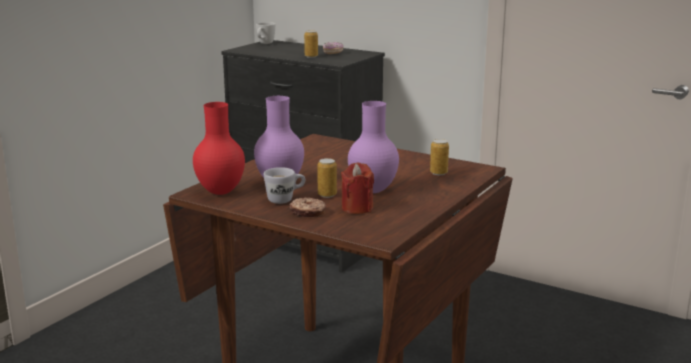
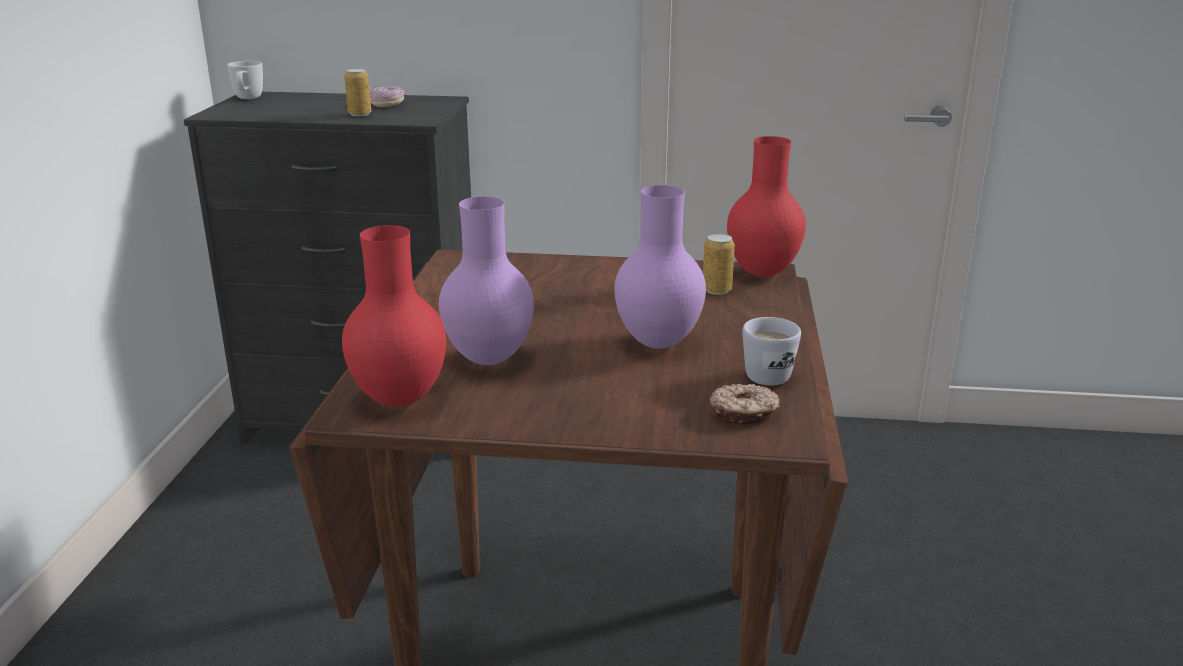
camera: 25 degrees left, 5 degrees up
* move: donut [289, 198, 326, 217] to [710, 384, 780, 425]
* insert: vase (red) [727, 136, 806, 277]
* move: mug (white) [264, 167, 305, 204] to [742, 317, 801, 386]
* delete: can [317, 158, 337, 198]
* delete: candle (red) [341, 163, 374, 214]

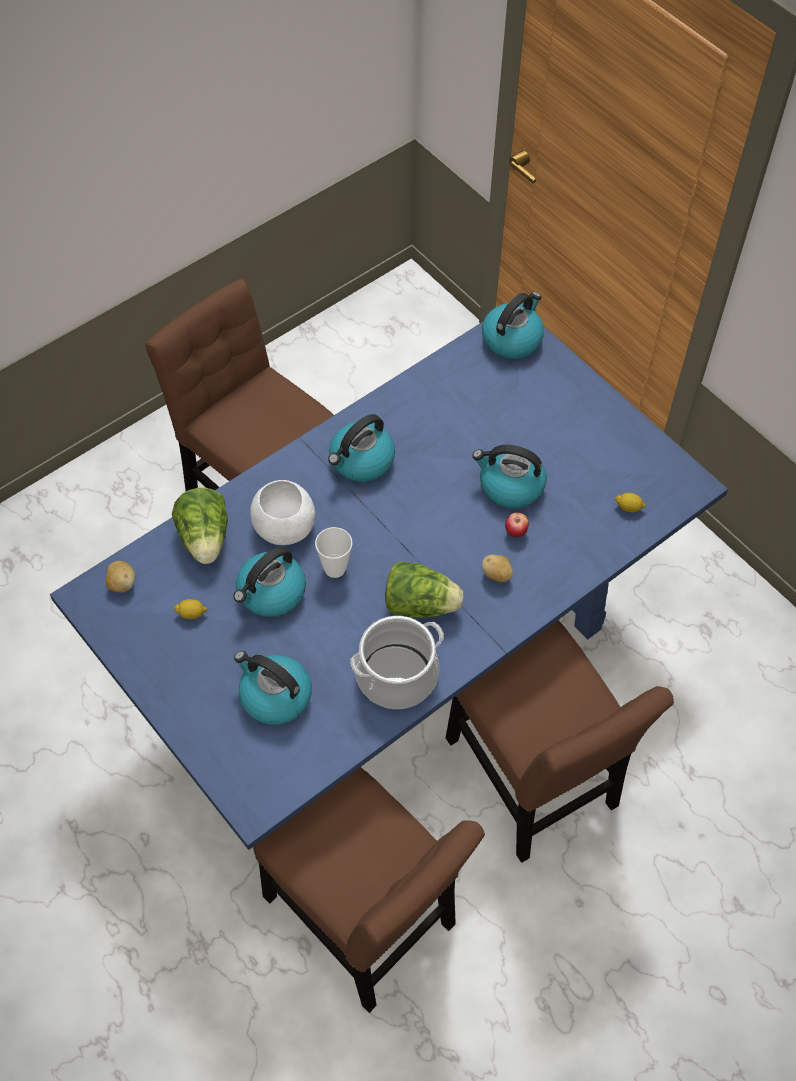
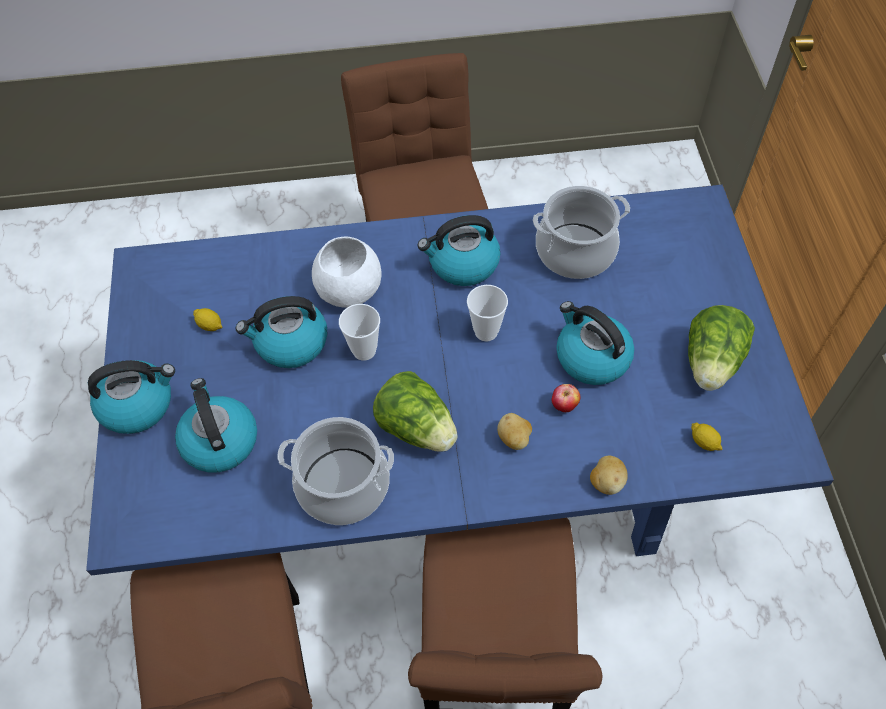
camera: 35 degrees right, 0 degrees up
* move: kettle [482, 292, 544, 359] to [88, 360, 175, 434]
* insert: cup [467, 285, 508, 341]
* insert: cooking pot [533, 186, 630, 279]
* move: potato [105, 561, 135, 593] to [590, 456, 628, 495]
* move: lettuce [172, 488, 228, 564] to [688, 305, 755, 391]

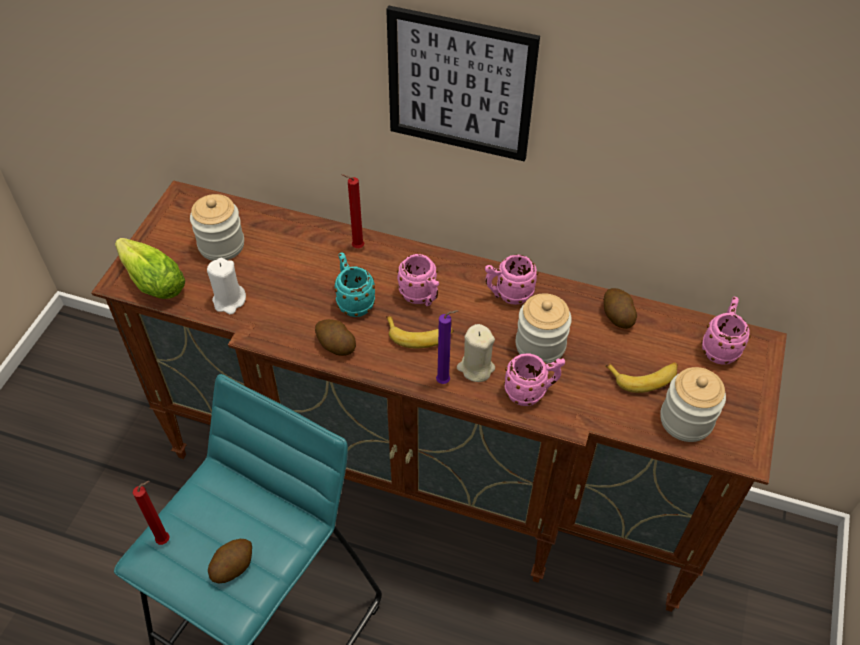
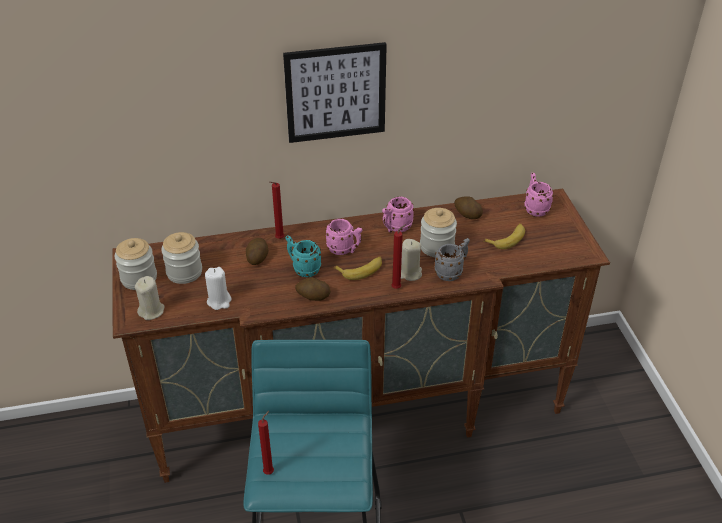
camera: 30 degrees left, 10 degrees down
* move: jar [660, 367, 726, 442] to [115, 238, 157, 290]
* replace: lettuce [115, 238, 185, 299] to candle (beige) [135, 276, 164, 320]
* move: potato [208, 539, 252, 583] to [246, 238, 268, 265]
* recolor: candle (purple) [436, 310, 458, 384] to candle (red) [392, 224, 406, 289]
* recolor: mug (pink) [504, 353, 565, 406] to mug (grey) [434, 238, 470, 281]

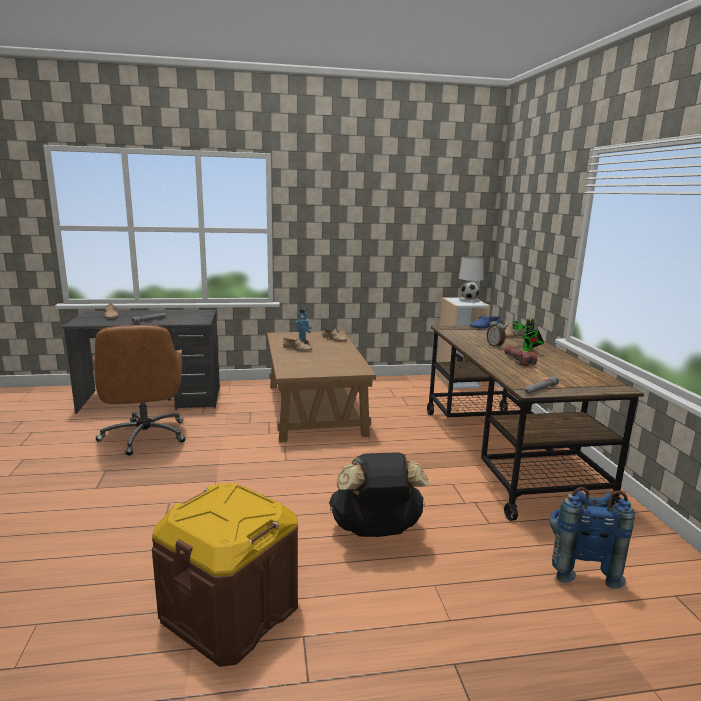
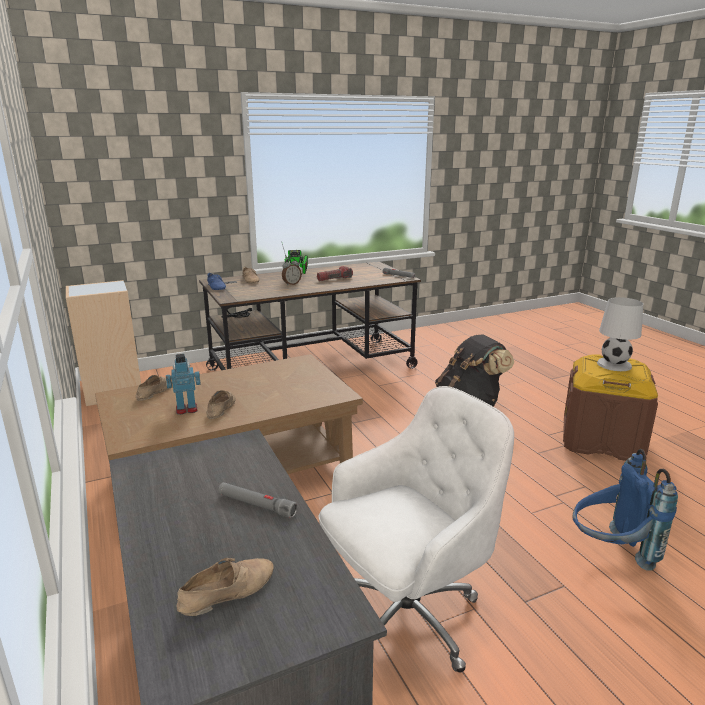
camera: 105 degrees left, 5 degrees up
* recolor: office chair (brown) [92, 325, 185, 455] to office chair (white) [319, 386, 514, 672]
* move: backpack (blue) [550, 487, 635, 589] to [573, 449, 678, 571]
* move: table lamp (white) [459, 257, 484, 303] to [597, 297, 643, 371]

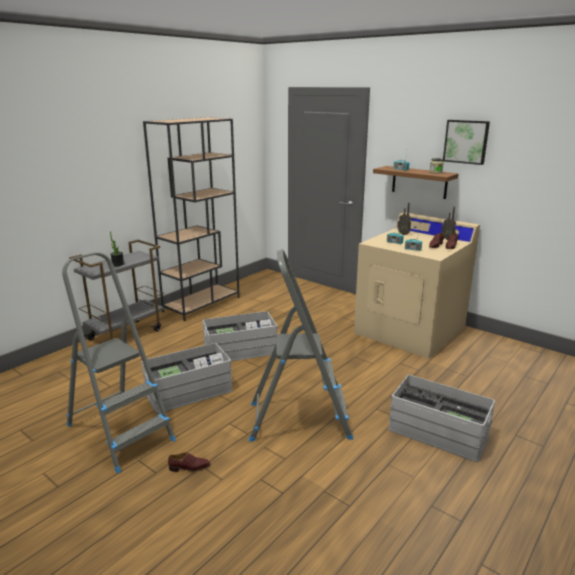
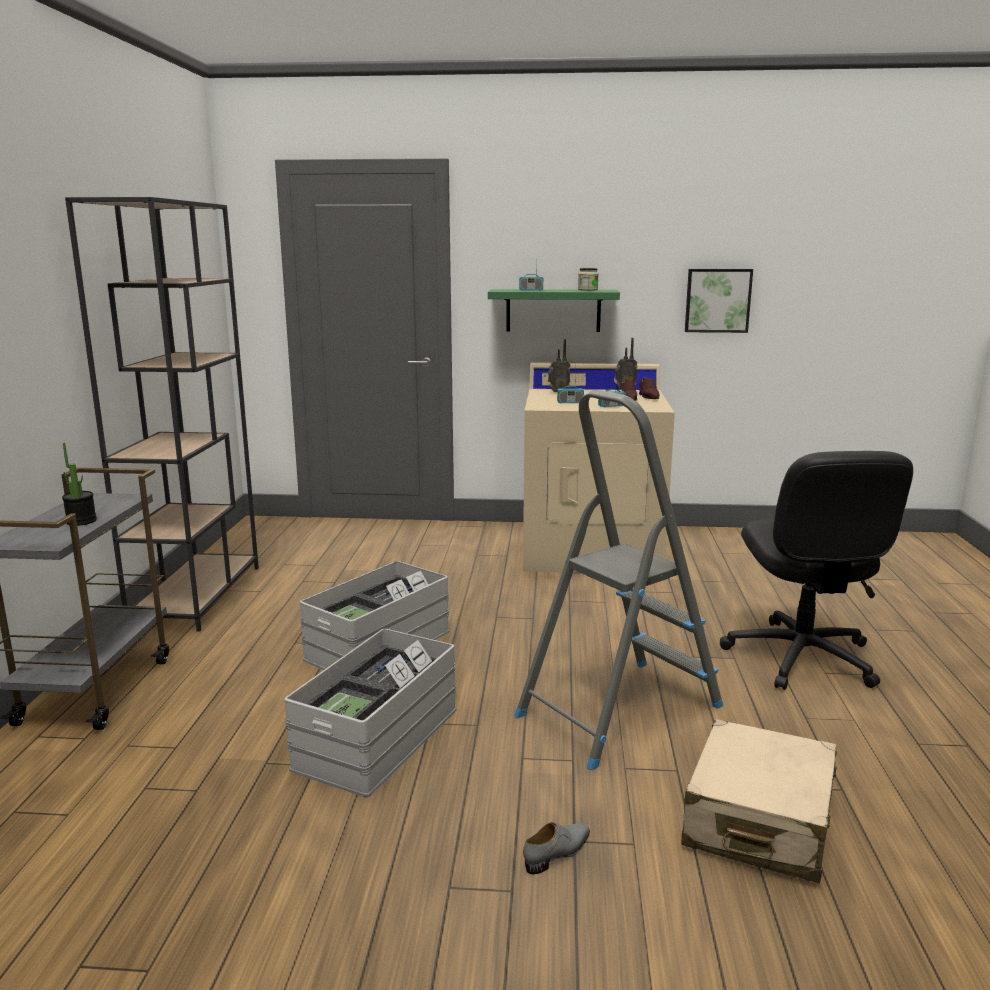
camera: 35 degrees left, 5 degrees down
* recolor: shelf (brown) [373, 166, 458, 199] to shelf (green) [488, 289, 620, 332]
* recolor: shoe (brown) [168, 452, 210, 472] to shoe (grey) [523, 822, 590, 874]
* insert: suitcase (beige) [681, 719, 837, 883]
* move: picture [443, 120, 490, 165] to [685, 269, 753, 333]
* replace: storage box (grey) [388, 375, 495, 462] to office chair (black) [720, 451, 913, 690]
* delete: step ladder (grey) [62, 252, 176, 473]

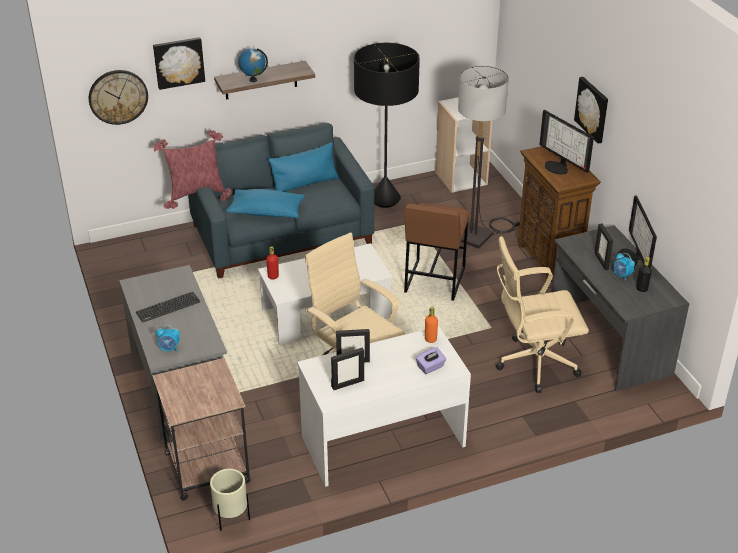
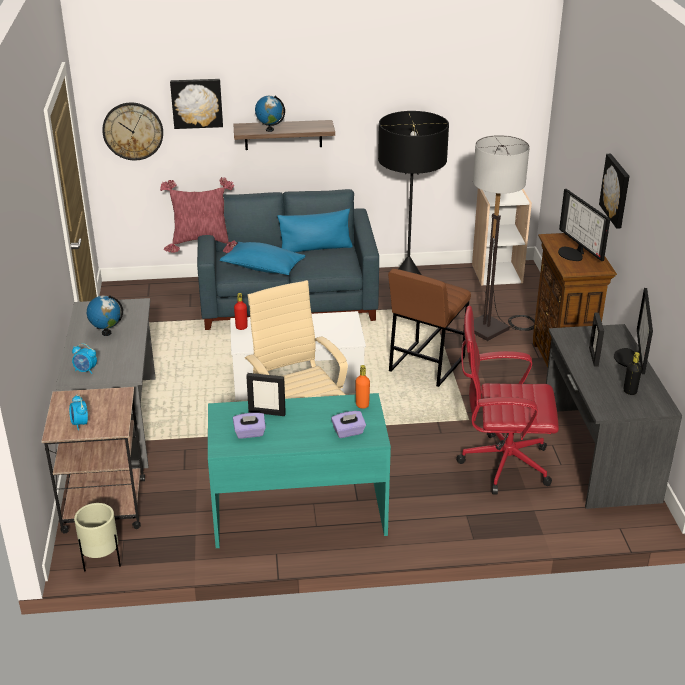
camera: 15 degrees right, 5 degrees down
* move: alarm clock [613, 253, 635, 281] to [69, 395, 88, 430]
* replace: keyboard [136, 292, 200, 322] to globe [87, 295, 123, 336]
* recolor: desk (white) [297, 326, 471, 487] to desk (turquoise) [208, 393, 391, 548]
* replace: picture frame [331, 348, 364, 390] to tissue box (purple) [233, 413, 266, 439]
* recolor: office chair (beige) [496, 236, 589, 393] to office chair (red) [456, 306, 559, 495]

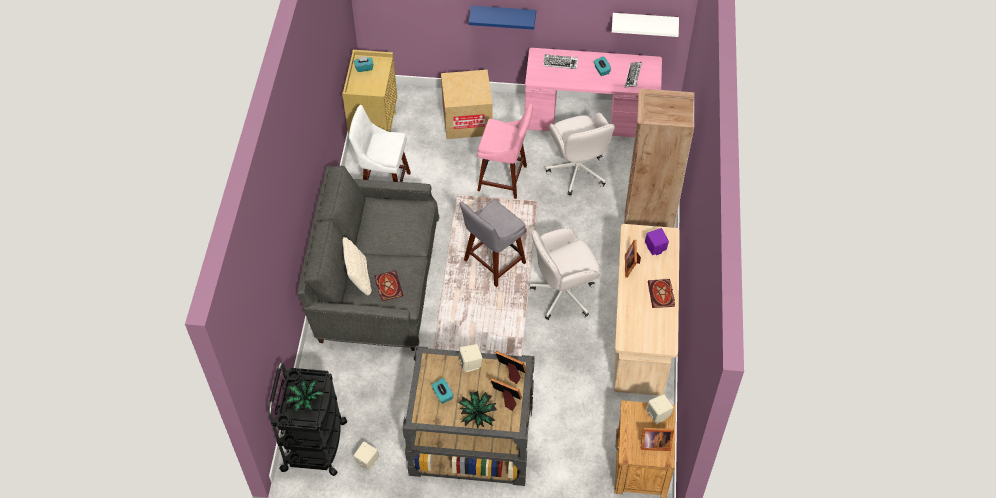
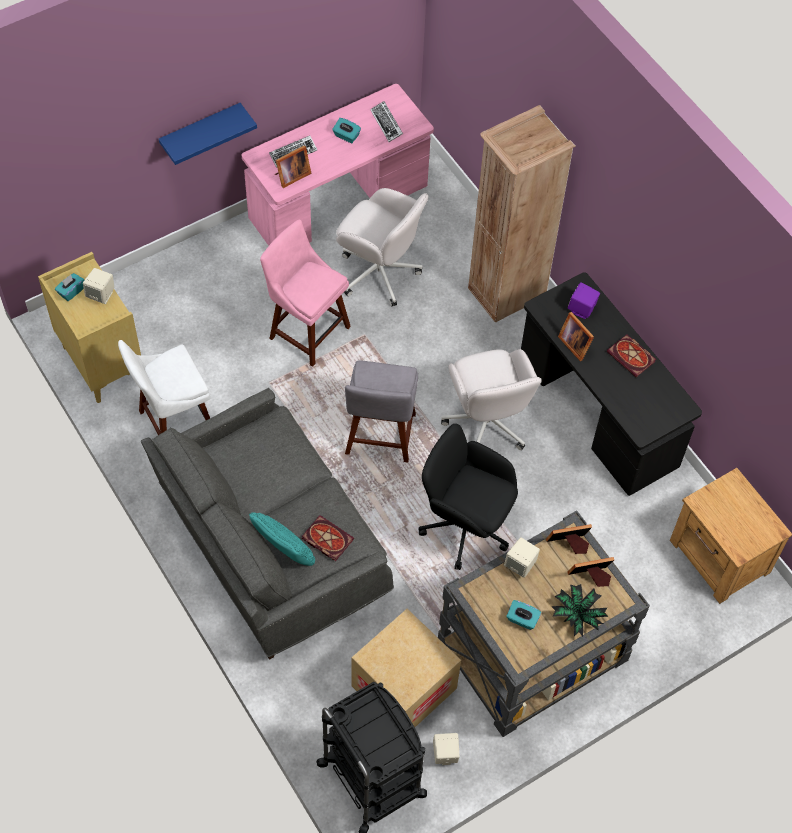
camera: 40 degrees left, 5 degrees up
* move: speaker (beige) [646, 394, 674, 424] to [83, 268, 115, 304]
* recolor: pillow (beige) [342, 237, 371, 296] to pillow (turquoise) [249, 513, 315, 566]
* rotate: chair (pink) [477, 104, 533, 199] = [260, 219, 351, 367] 120 degrees counterclockwise
* move: picture frame [641, 428, 674, 451] to [275, 145, 311, 188]
* move: cardboard box [441, 70, 493, 139] to [351, 609, 461, 727]
* insert: office chair (black) [418, 424, 518, 570]
* rotate: office chair (white) [530, 228, 600, 320] = [441, 349, 541, 450] 45 degrees counterclockwise
* recolor: desk (beige) [614, 224, 680, 396] to desk (black) [521, 272, 702, 496]
* delete: potted plant [283, 378, 326, 414]
* delete: shelf (white) [612, 13, 679, 37]

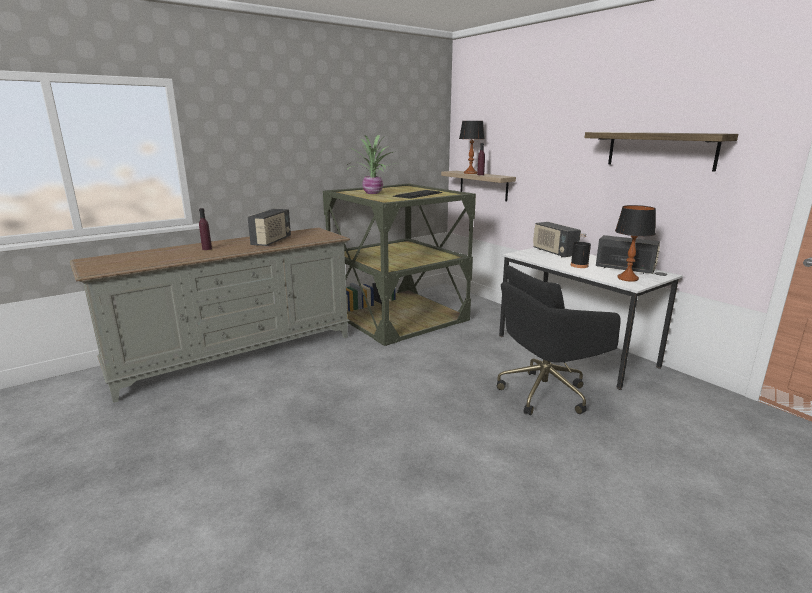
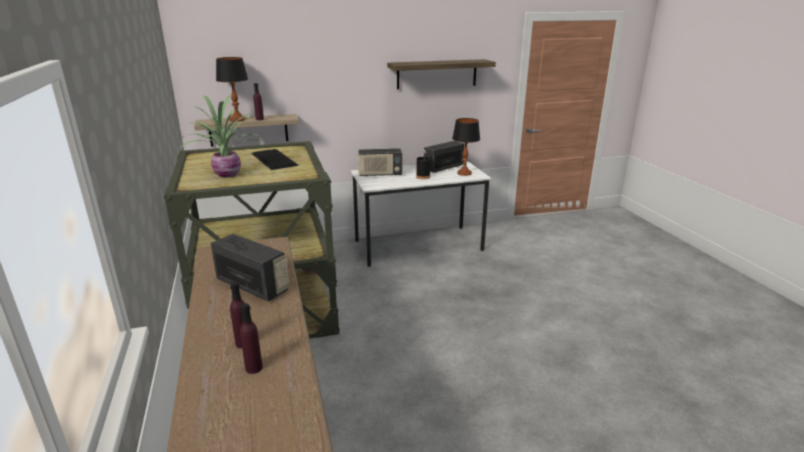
camera: 70 degrees left, 5 degrees up
* insert: bottle (purple) [240, 303, 263, 374]
* delete: office chair (black) [497, 265, 621, 415]

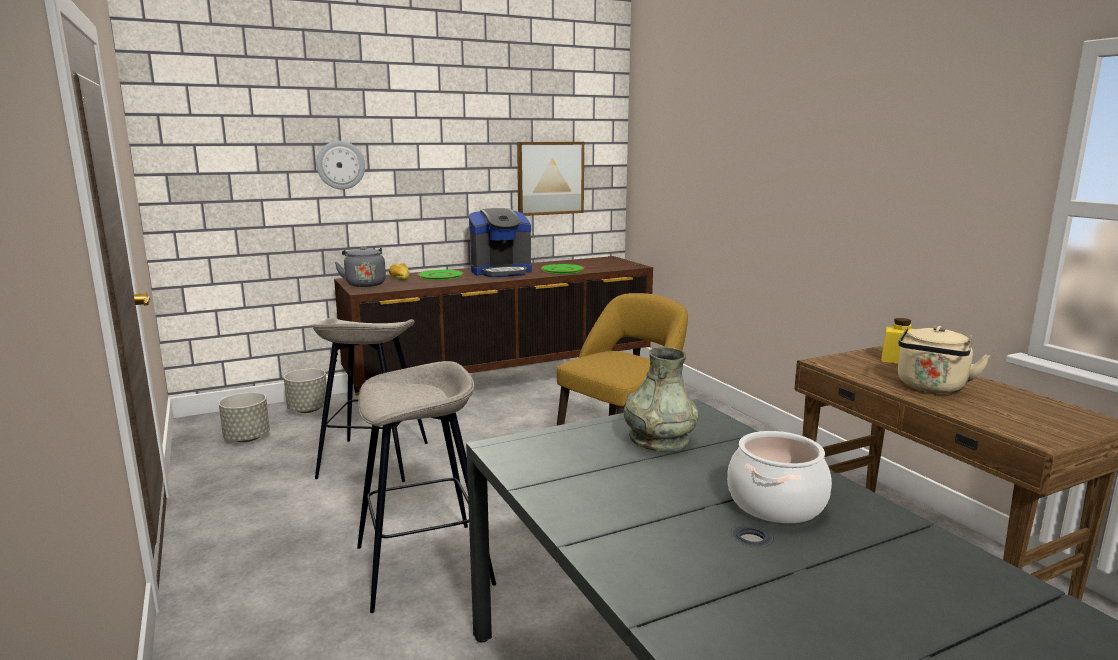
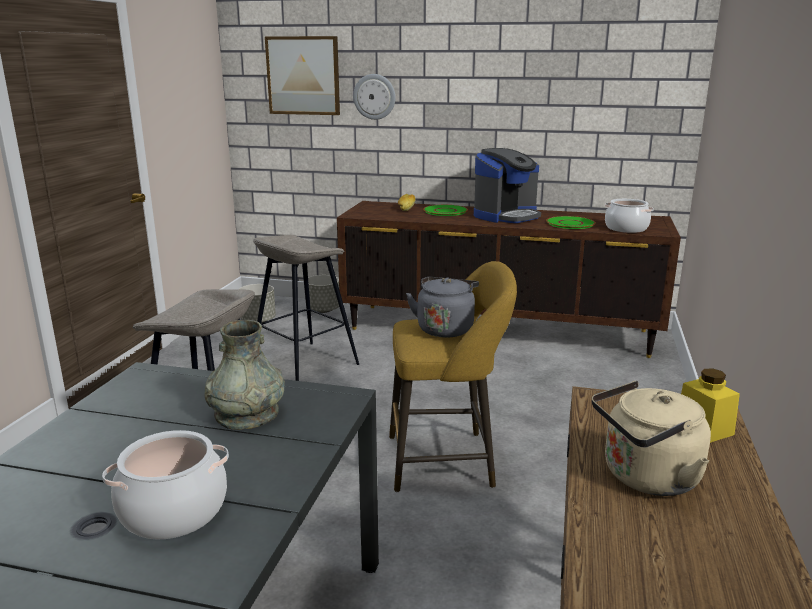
camera: 40 degrees right, 5 degrees up
* move: picture [517, 142, 584, 216] to [265, 36, 340, 115]
* move: kettle (grey) [335, 246, 386, 287] to [406, 277, 479, 338]
* rotate: coffee machine [469, 208, 532, 277] = [474, 148, 541, 223] 60 degrees counterclockwise
* insert: cooking pot [605, 199, 654, 233]

